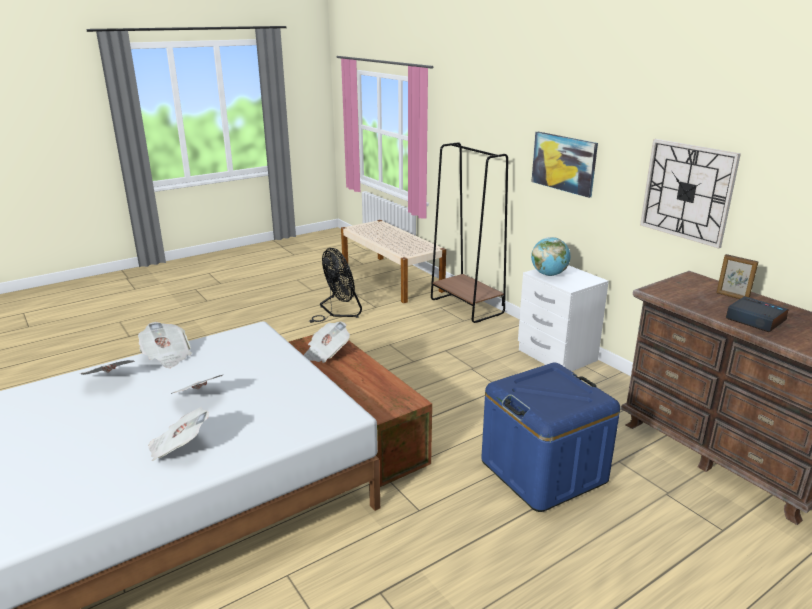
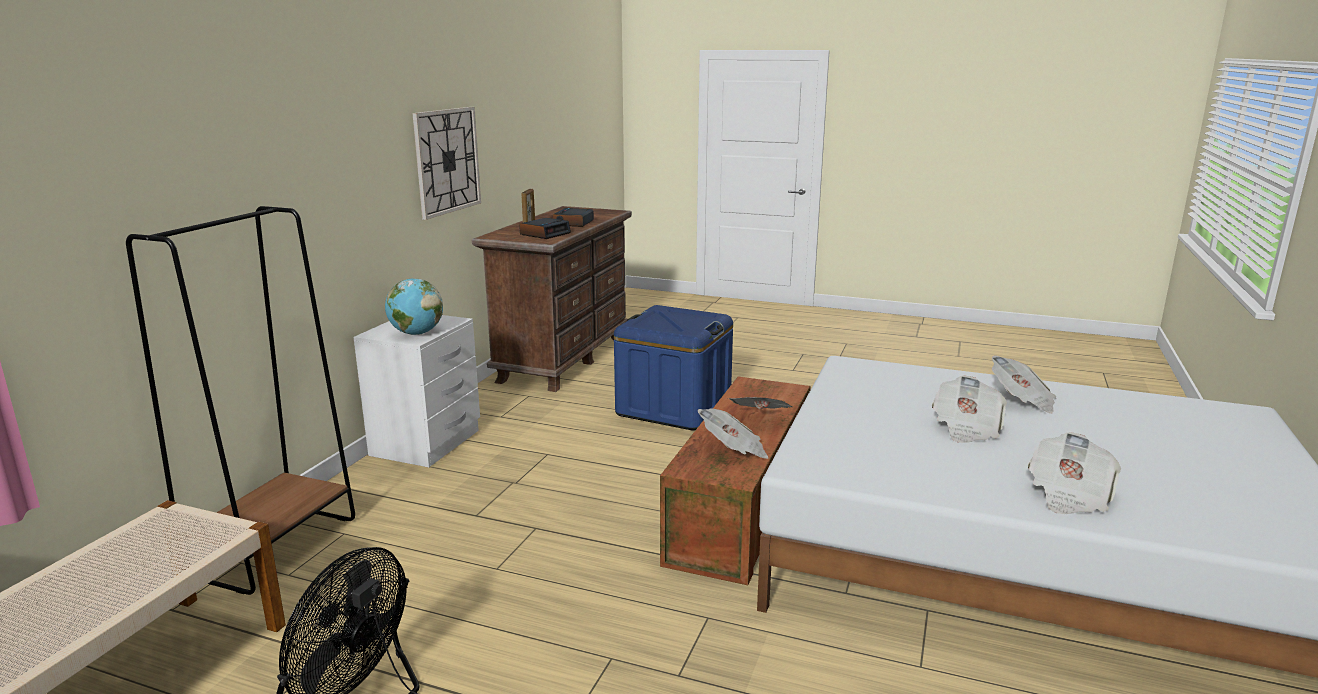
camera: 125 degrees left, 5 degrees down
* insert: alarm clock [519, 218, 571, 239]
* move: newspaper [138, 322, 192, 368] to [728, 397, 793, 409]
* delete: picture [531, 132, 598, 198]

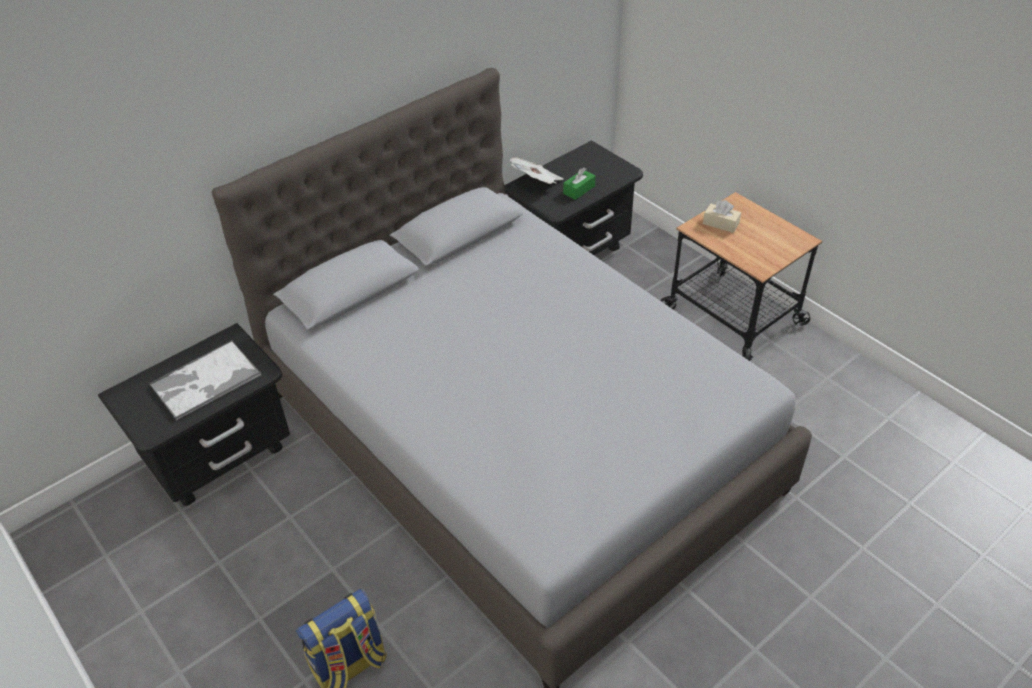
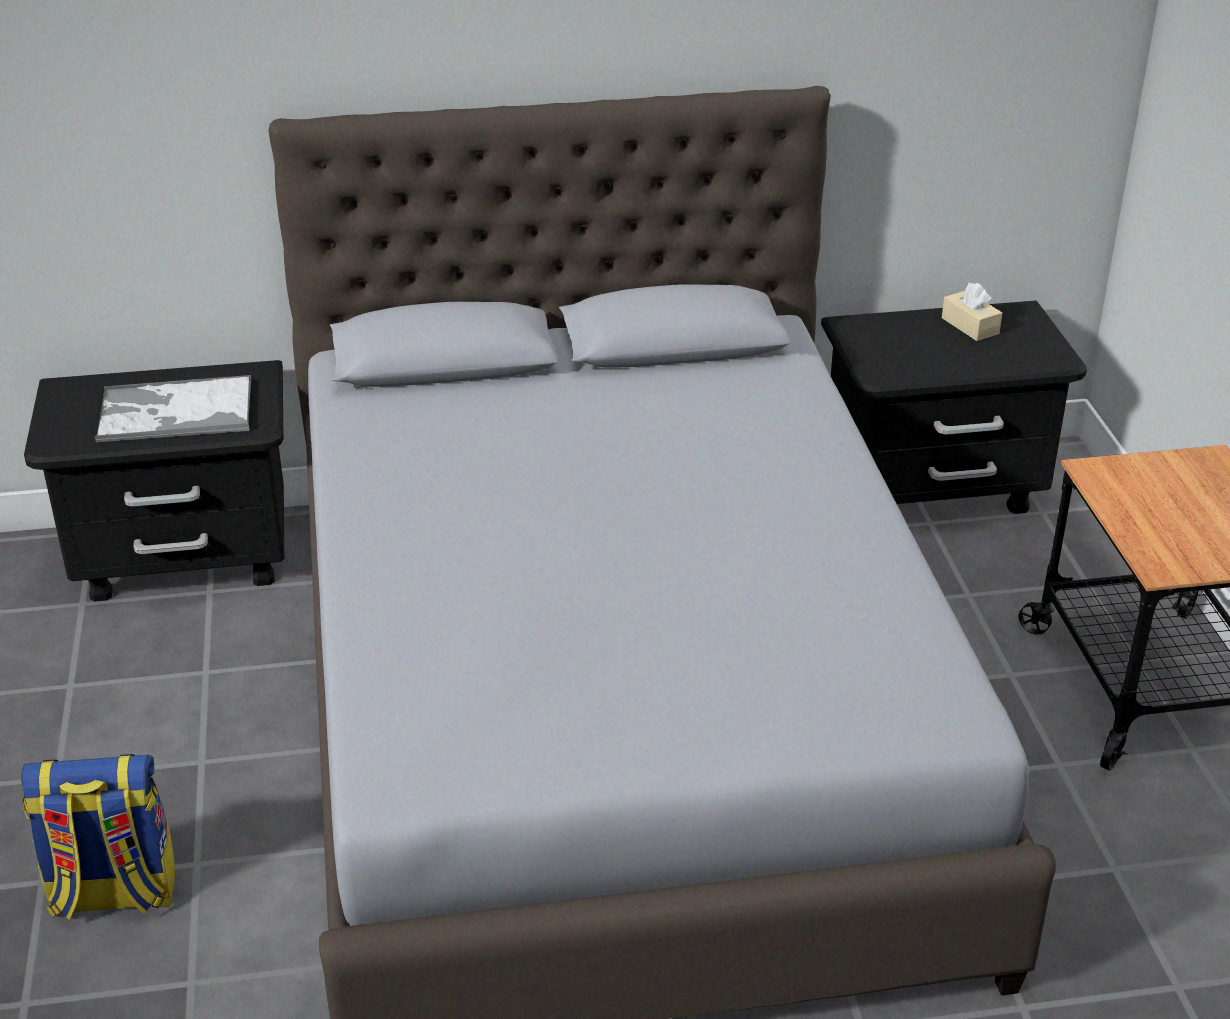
camera: 30 degrees right, 10 degrees down
* move: tissue box (beige) [703, 200, 741, 233] to [942, 283, 1002, 341]
* delete: newspaper [510, 157, 563, 184]
* delete: tissue box (green) [563, 168, 595, 200]

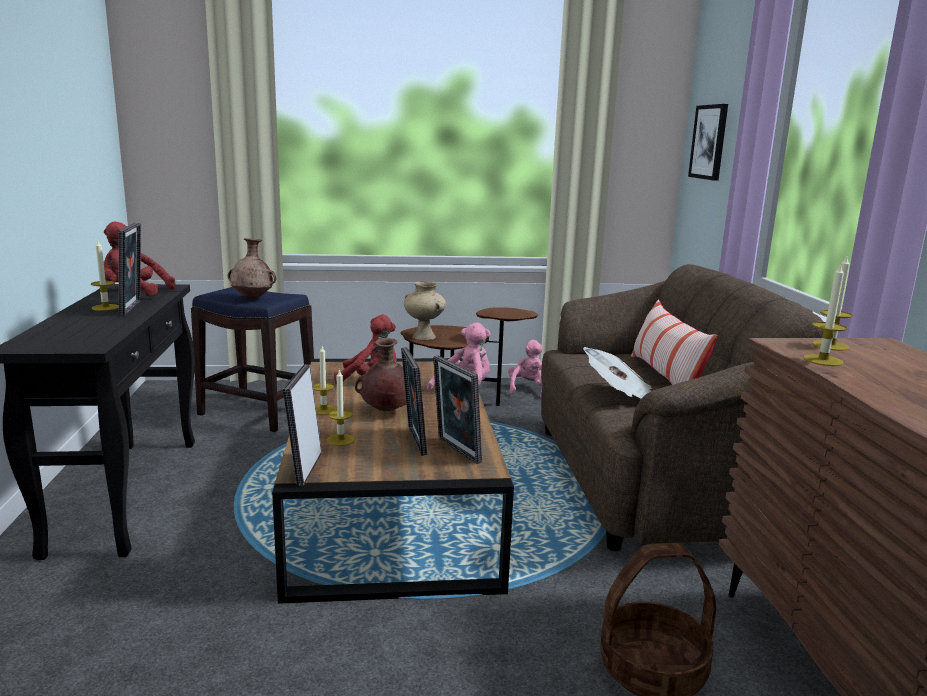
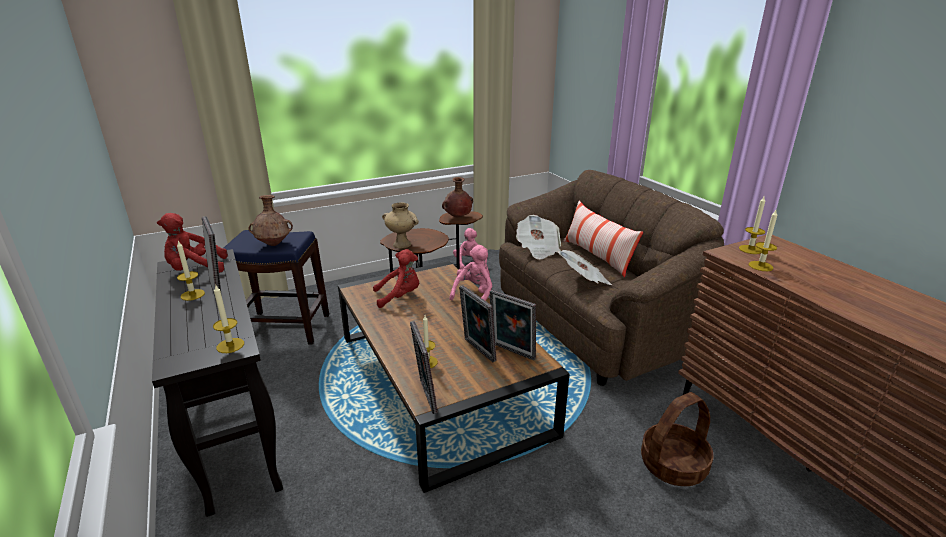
camera: 20 degrees left, 10 degrees up
* move: candle [313, 346, 337, 415] to [213, 284, 244, 353]
* move: vase (brown) [355, 338, 406, 411] to [442, 177, 473, 217]
* insert: newspaper [516, 215, 561, 260]
* delete: picture [688, 104, 728, 181]

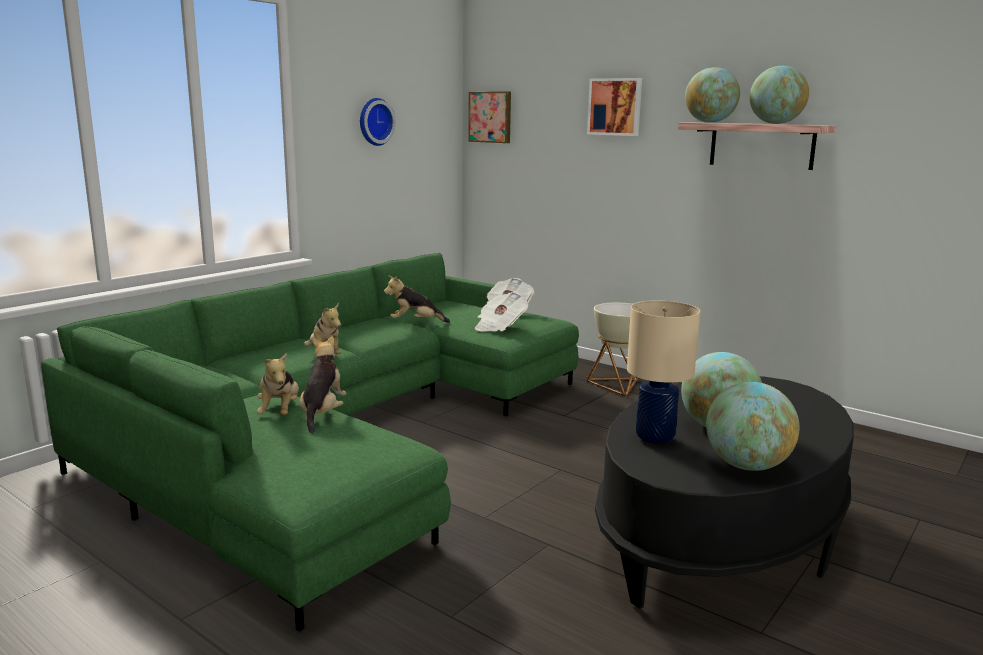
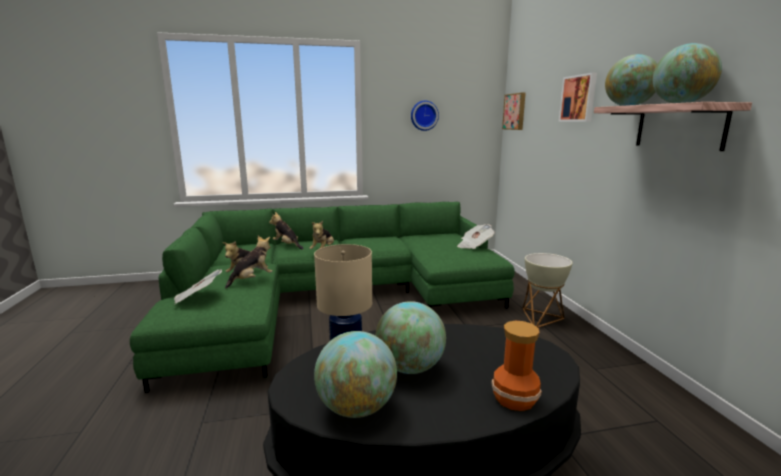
camera: 40 degrees right, 0 degrees up
* move: newspaper [475, 292, 528, 331] to [174, 269, 222, 305]
* move: plush toy [384, 275, 450, 323] to [269, 212, 304, 250]
* insert: vase [491, 320, 542, 411]

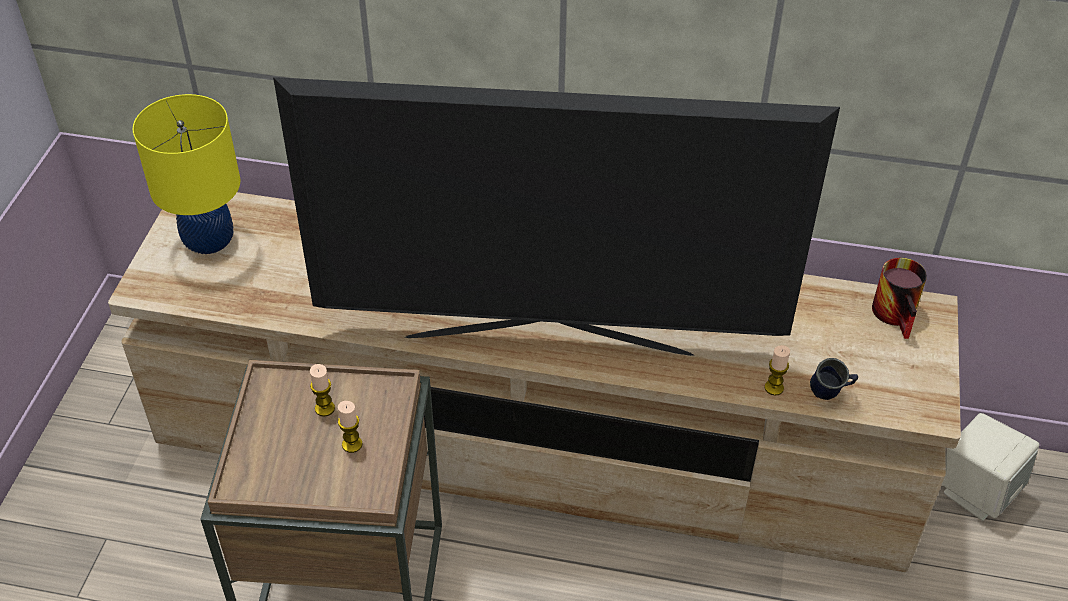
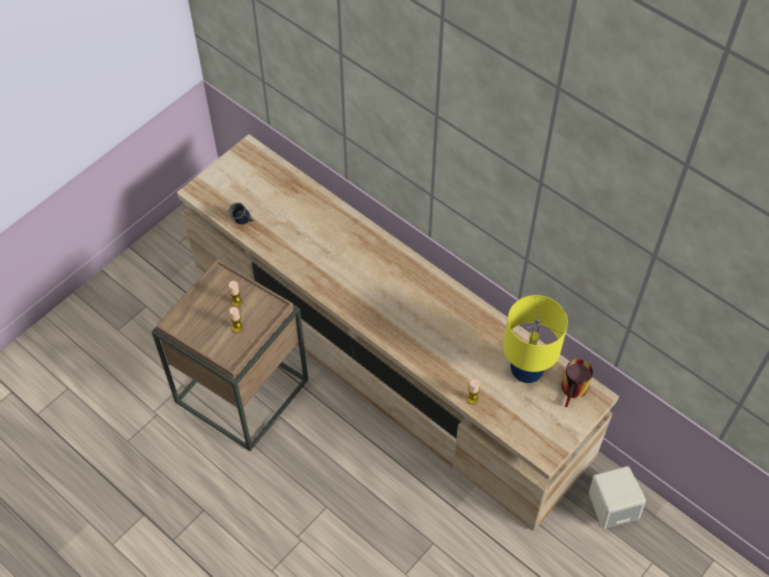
camera: 30 degrees right, 10 degrees up
* move: mug (blue) [810, 358, 858, 400] to [228, 202, 253, 225]
* move: table lamp (yellow) [133, 94, 240, 254] to [503, 295, 568, 383]
* delete: television [273, 77, 840, 356]

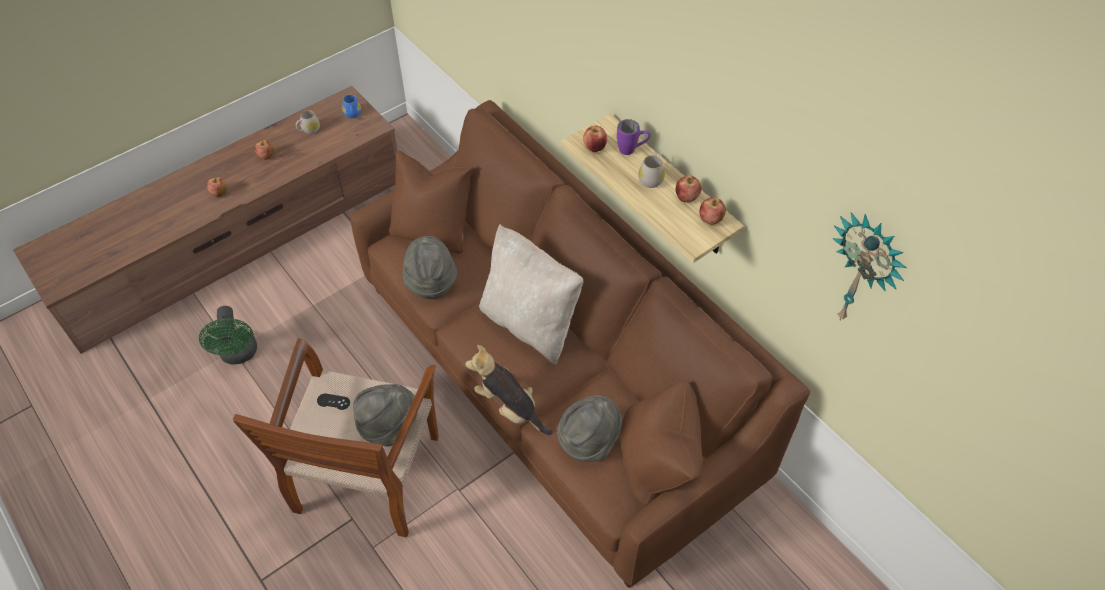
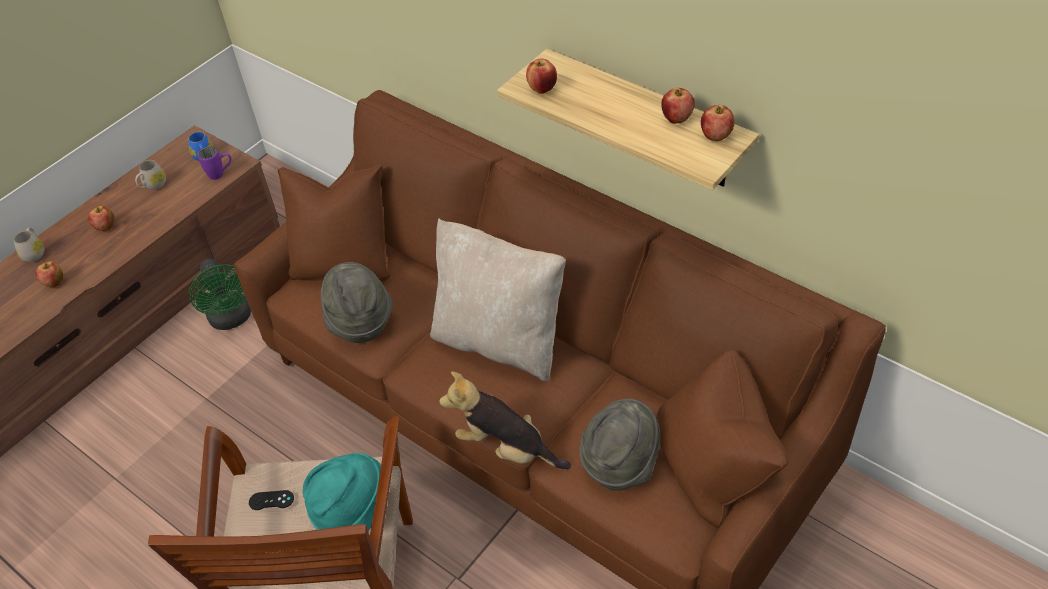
camera: 10 degrees left, 5 degrees down
* move: mug (white) [638, 152, 665, 188] to [14, 228, 44, 262]
* move: fan (green) [199, 306, 257, 365] to [189, 258, 251, 330]
* move: mug (purple) [617, 119, 650, 155] to [197, 146, 231, 180]
* recolor: hat (grey) [353, 384, 418, 447] to hat (turquoise) [302, 453, 381, 531]
* delete: wall clock [832, 212, 907, 321]

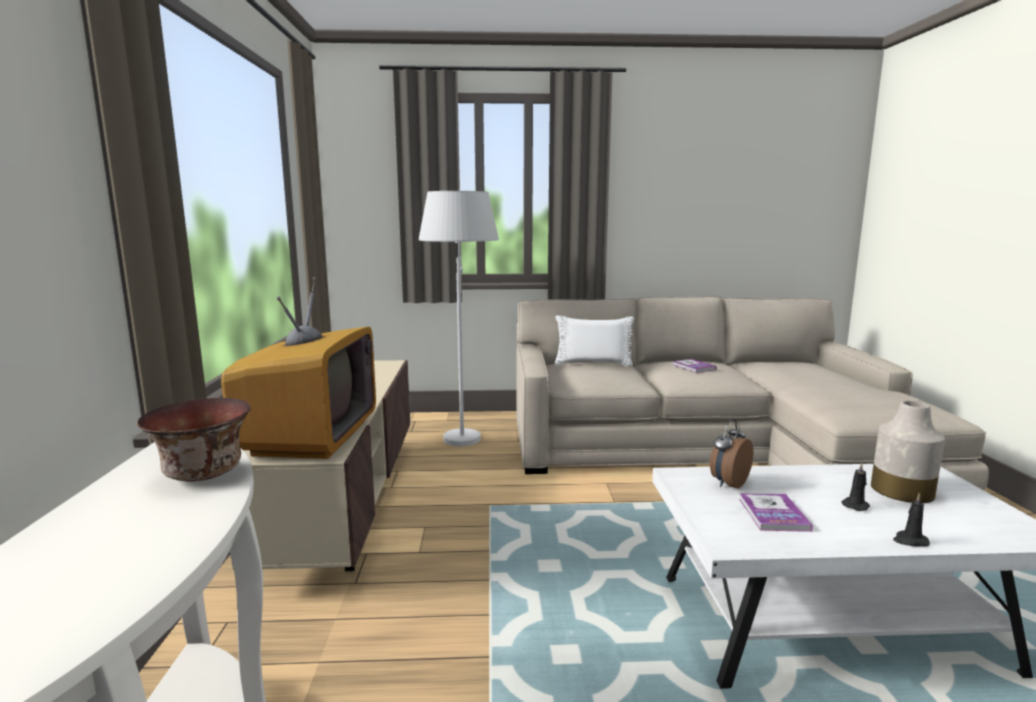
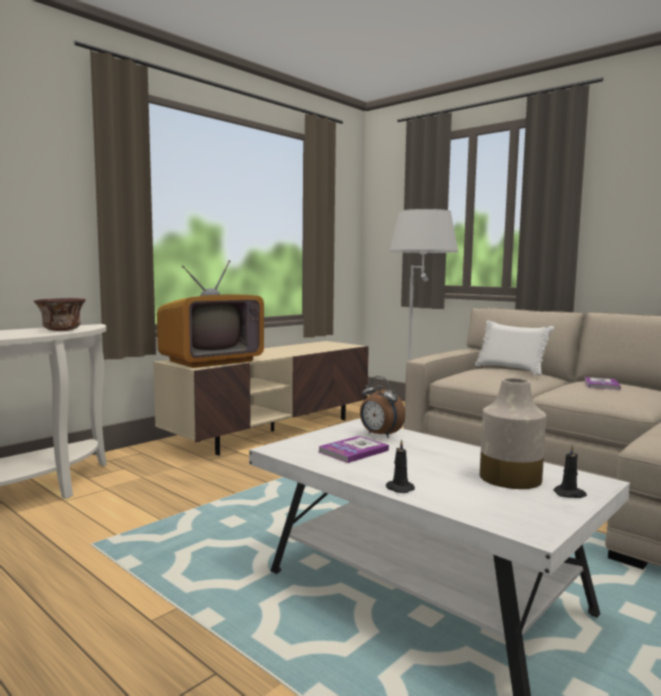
camera: 45 degrees right, 5 degrees down
* rotate: alarm clock [710, 419, 753, 488] = [360, 376, 405, 438] 135 degrees counterclockwise
* move: candle (black) [842, 463, 870, 511] to [553, 444, 587, 498]

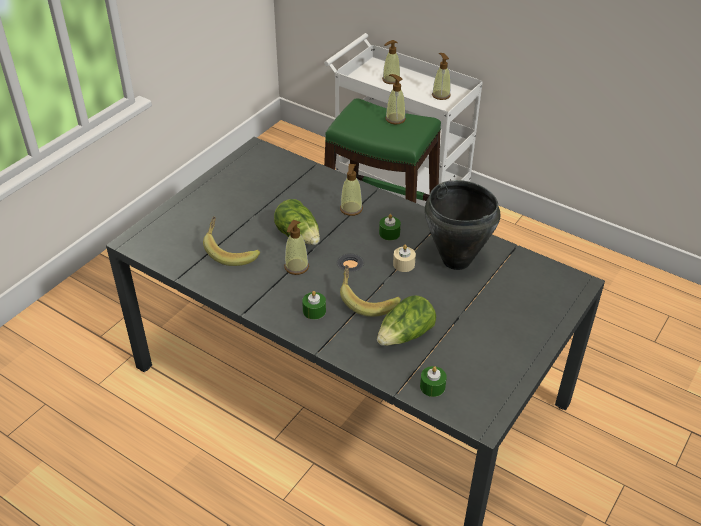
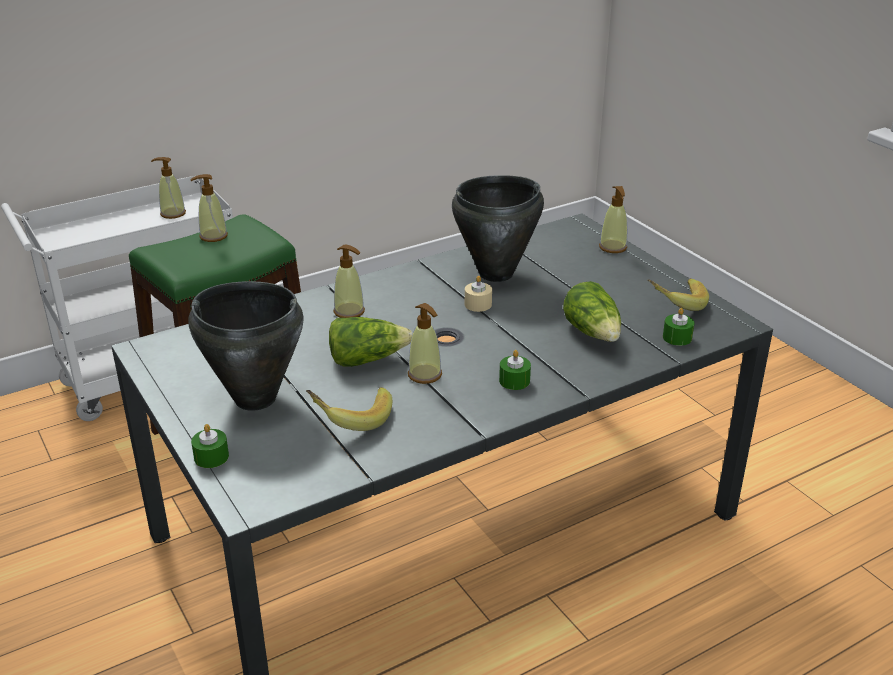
camera: 65 degrees left, 10 degrees down
* insert: cooking pot (black) [188, 281, 304, 411]
* move: candle (green) [379, 214, 401, 241] to [191, 424, 229, 468]
* move: soap dispenser [382, 40, 400, 84] to [599, 186, 627, 253]
* move: banana [340, 265, 401, 317] to [648, 278, 709, 311]

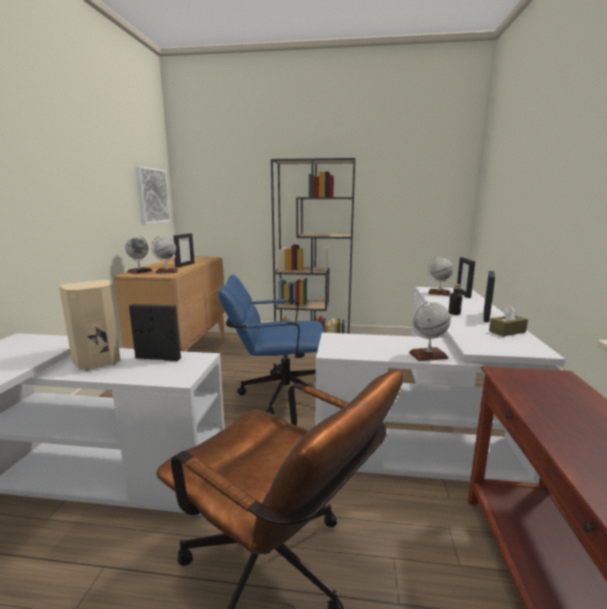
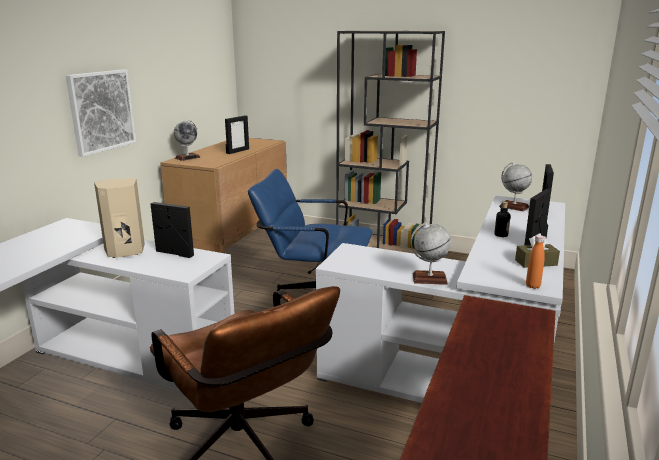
camera: 15 degrees right, 5 degrees up
* move: picture [135, 166, 171, 224] to [66, 70, 136, 157]
* insert: bottle (orange) [526, 235, 545, 289]
* delete: globe [151, 236, 178, 273]

